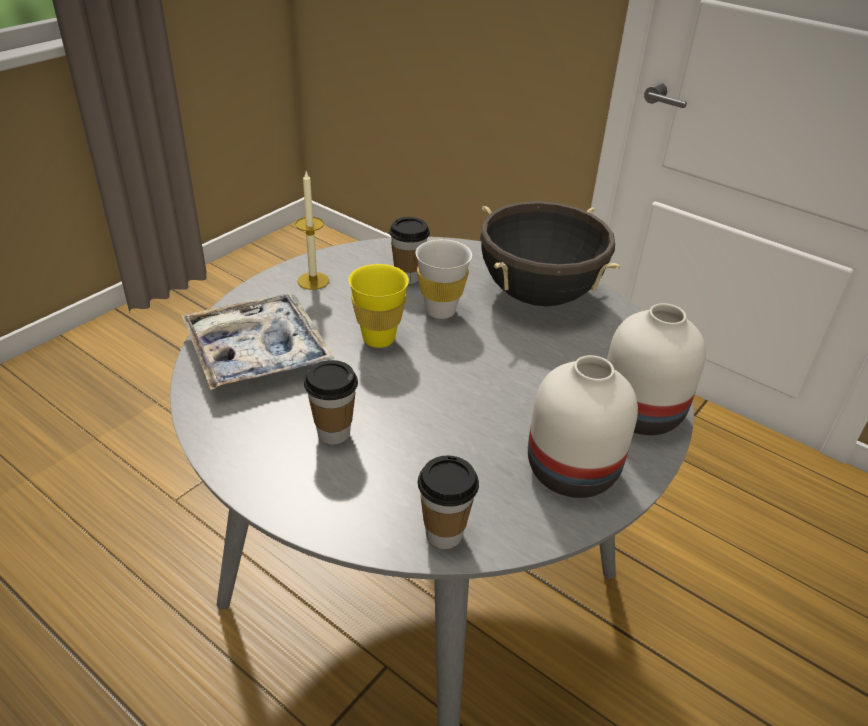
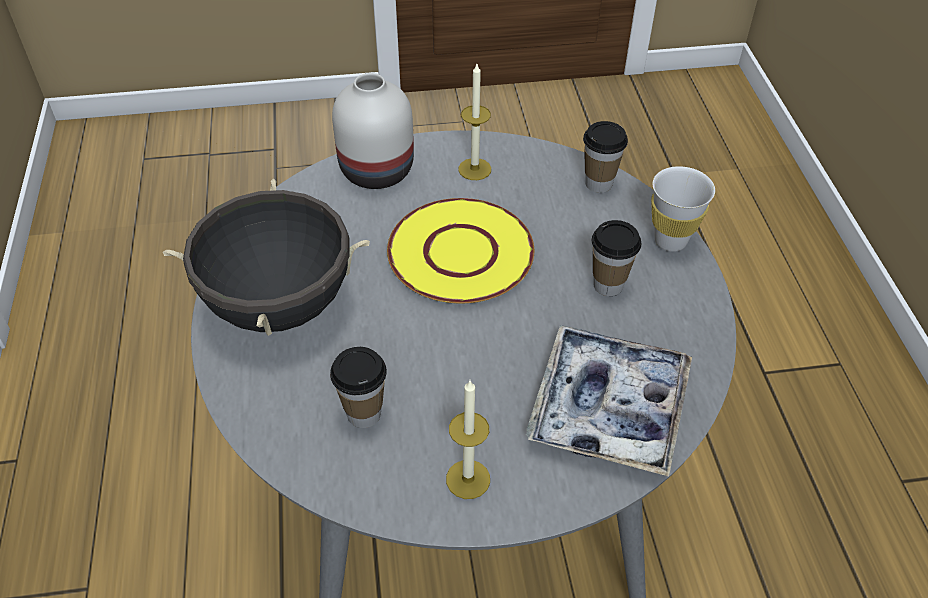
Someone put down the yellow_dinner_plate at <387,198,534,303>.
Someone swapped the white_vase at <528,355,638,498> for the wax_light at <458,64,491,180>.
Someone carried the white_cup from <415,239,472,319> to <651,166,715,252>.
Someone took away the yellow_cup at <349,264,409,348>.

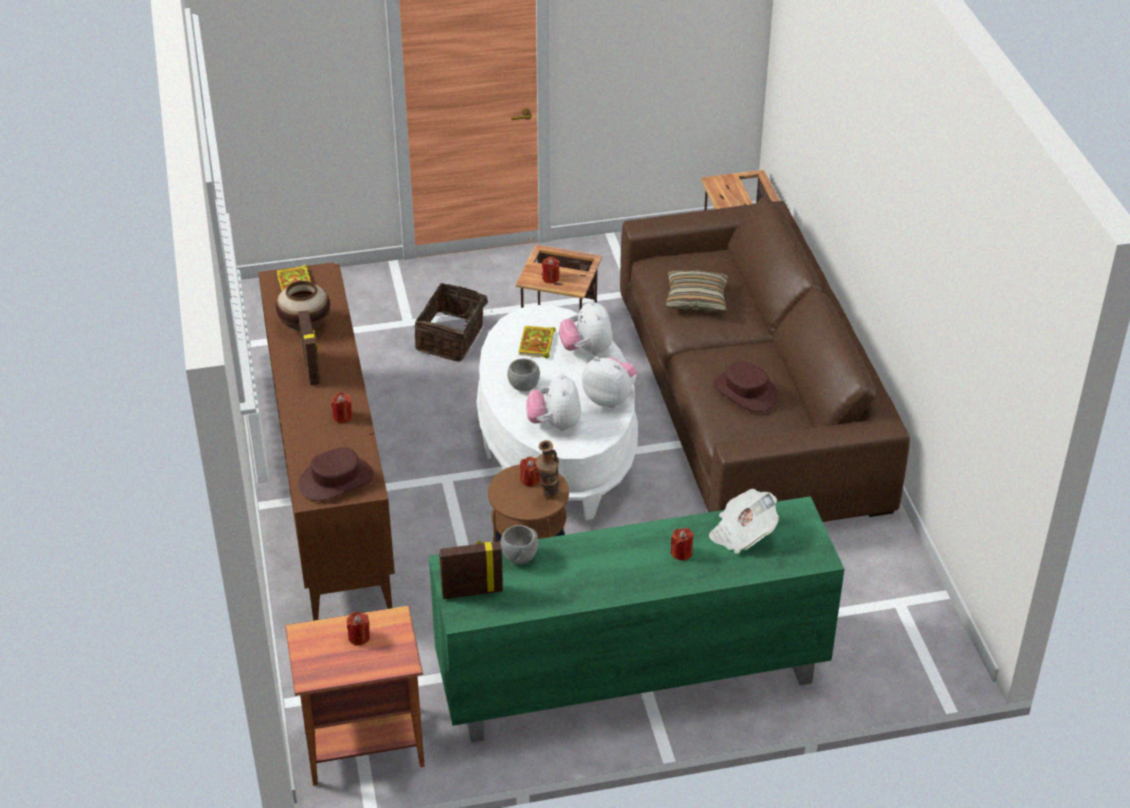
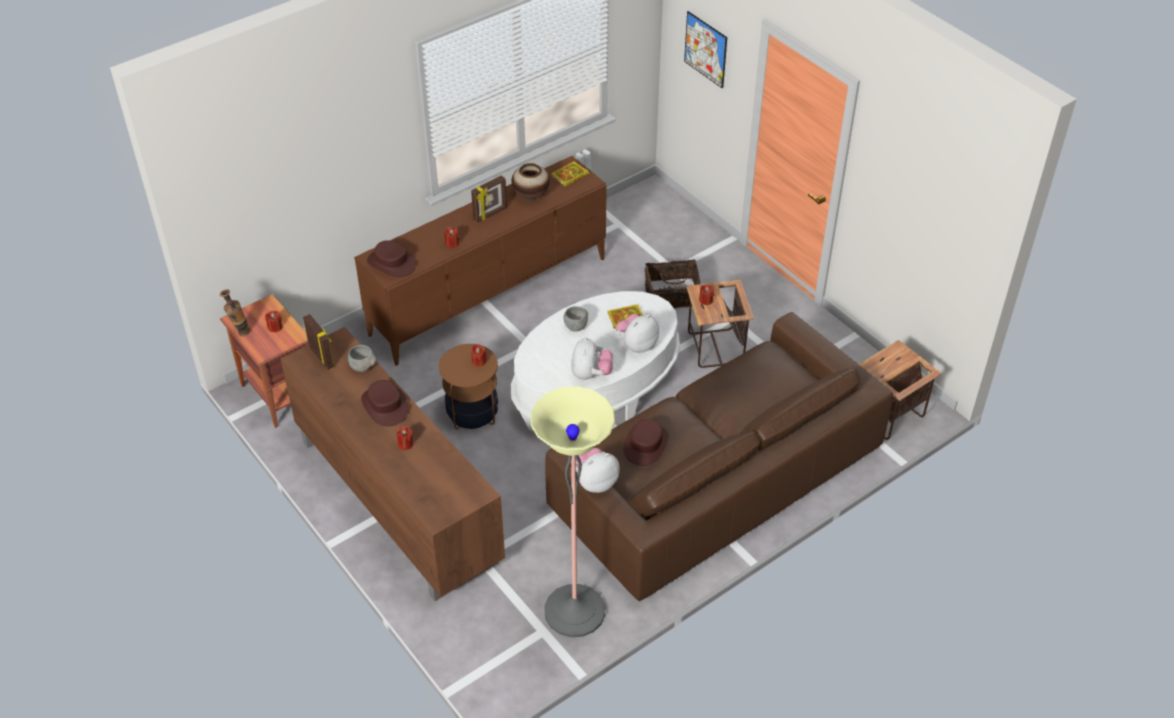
Someone carried the vase from <536,440,559,500> to <220,289,250,336>.
Someone repainted the greenish_media_console at <429,496,844,743>, which became the brown-coloured_media_console at <281,327,505,601>.
Someone put down the brown-coloured_hat at <361,380,409,426>.
Someone put down the standard_lamp at <530,386,615,637>.
Someone carried the plush_toy from <526,373,581,431> to <576,448,620,493>.
Someone put up the wall_art at <684,11,727,88>.
Someone took away the throw_pillow at <666,270,728,311>.
Someone took away the newspaper at <709,489,779,554>.

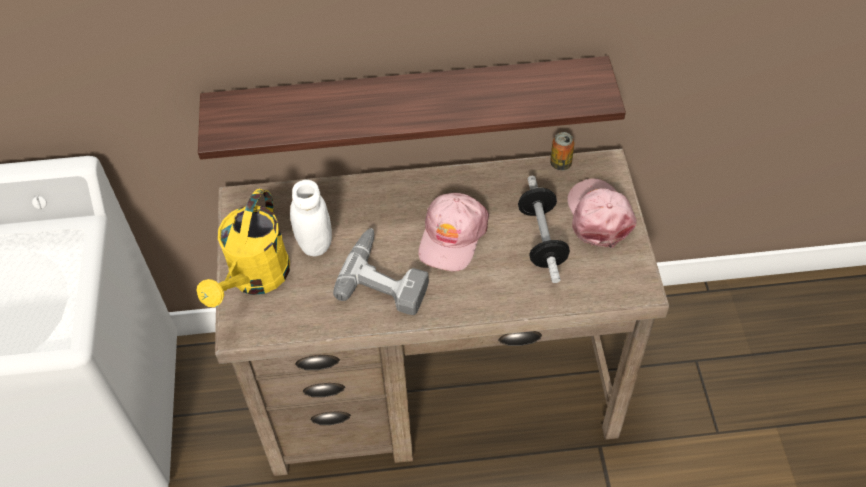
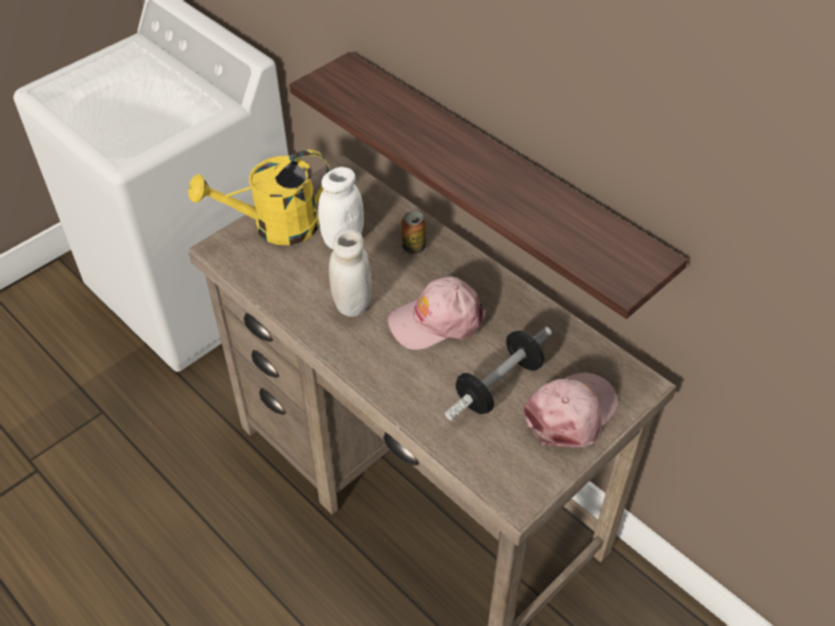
Someone swapped the electric_drill at <333,228,429,315> for the white_preserve_jar at <329,229,372,317>.
Someone carried the can from <550,132,575,170> to <402,211,426,254>.

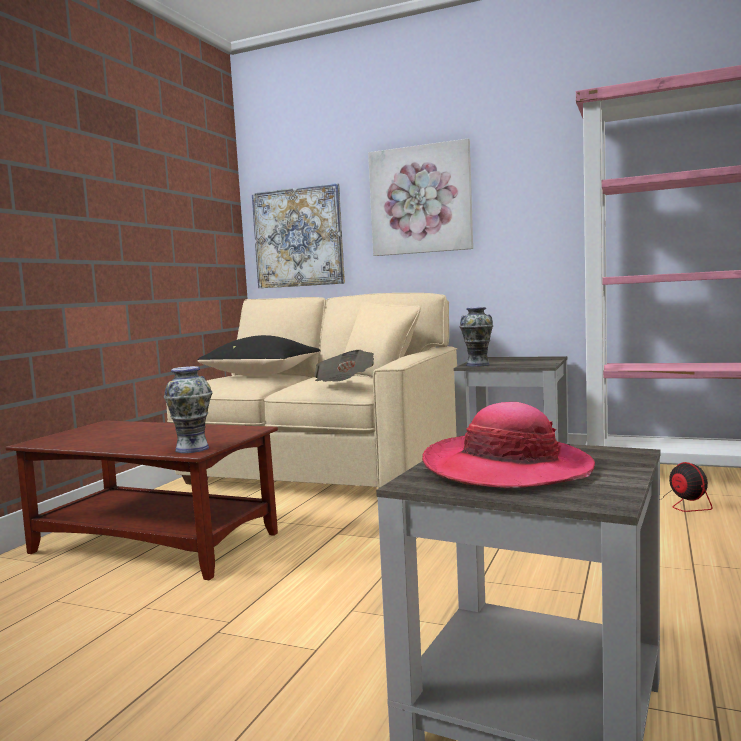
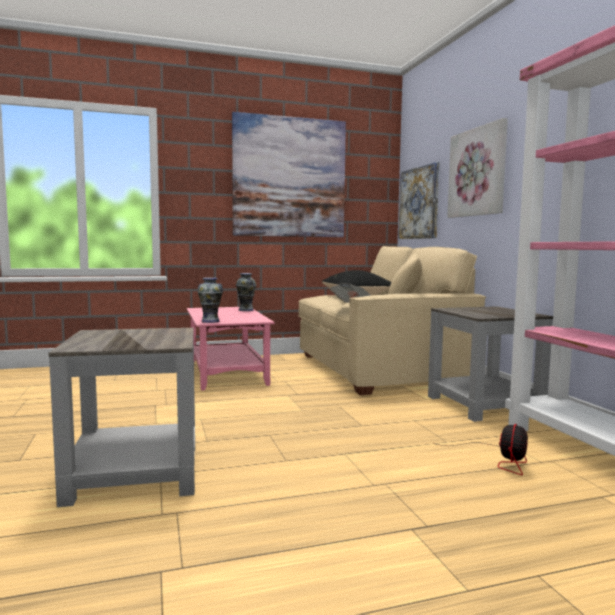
Someone repainted the brown-coloured_lounge_table at <6,420,278,580>, which became the pink-coloured_lounge_table at <187,307,275,391>.
Someone put up the wall_art at <232,112,346,237>.
Someone carried the vase from <460,307,493,367> to <236,273,256,311>.
Someone took away the hat at <422,402,595,488>.

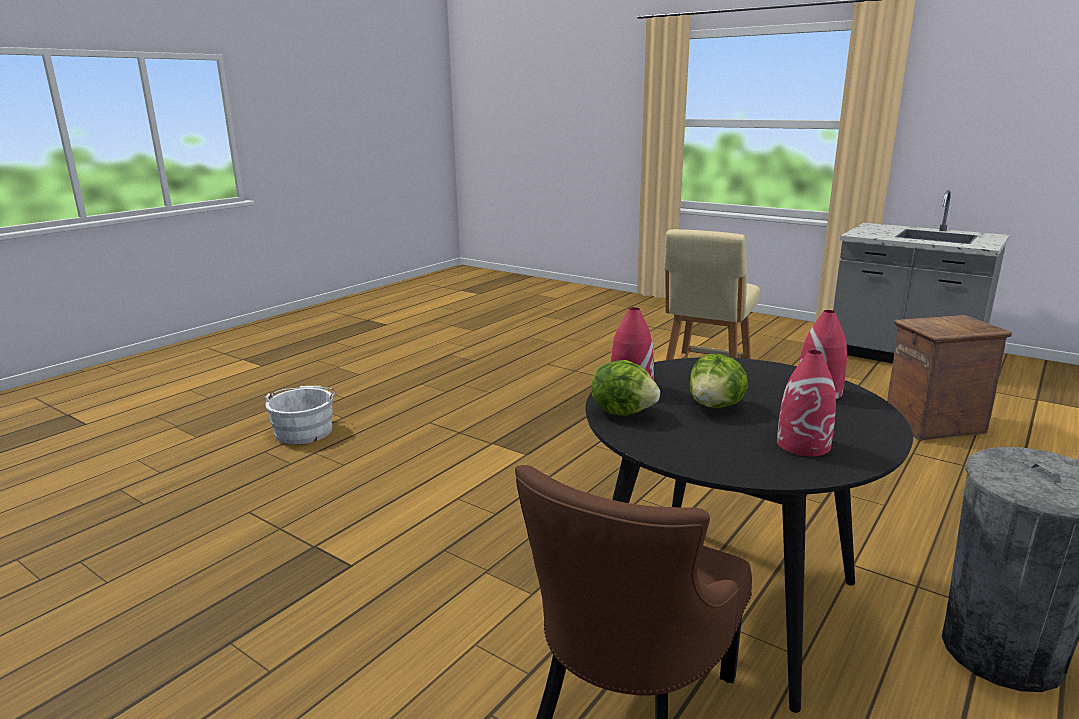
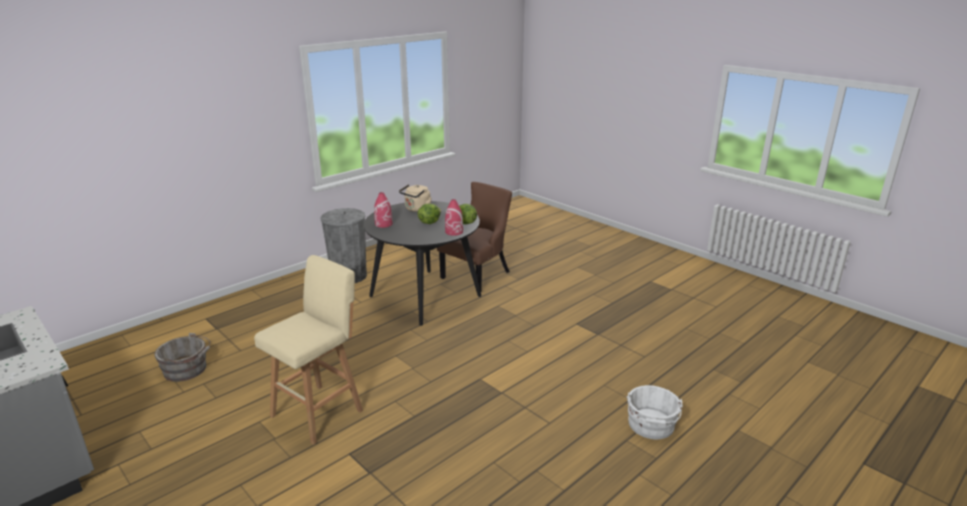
Someone swapped the crate at <887,315,1012,440> for the gray_pail at <155,333,211,382>.
Someone swapped the red_vase at <777,350,836,456> for the beige-coloured_kettle at <399,184,432,212>.

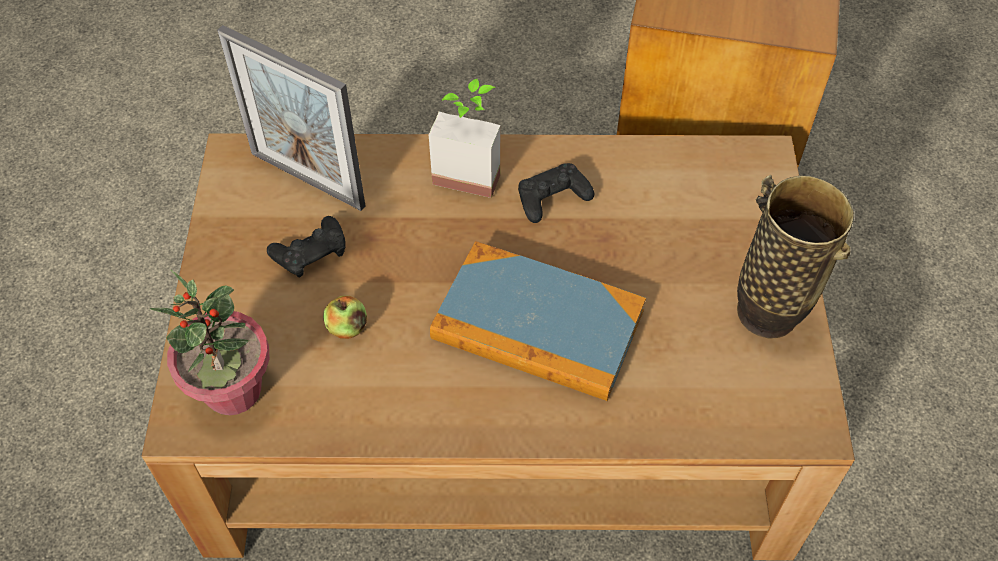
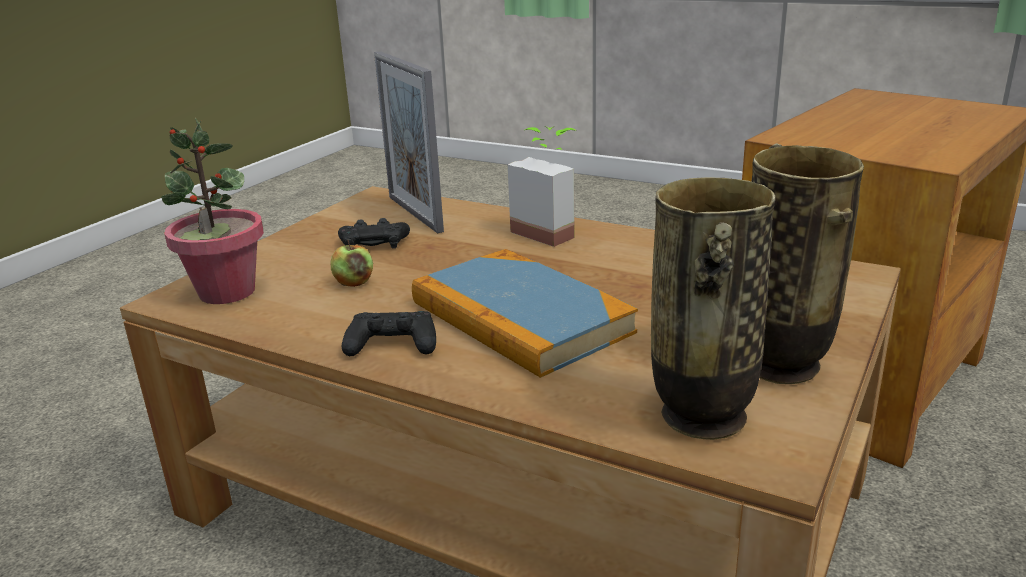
Someone carried the black-coloured_joypad from <518,163,594,223> to <342,311,436,356>.
Someone put down the vase at <651,177,776,440>.

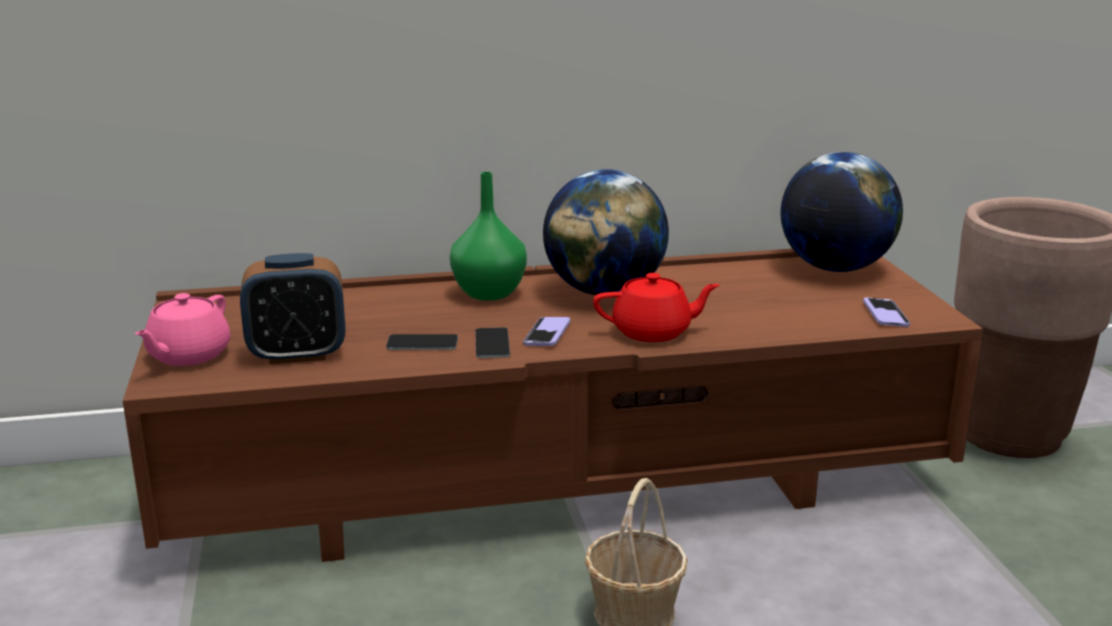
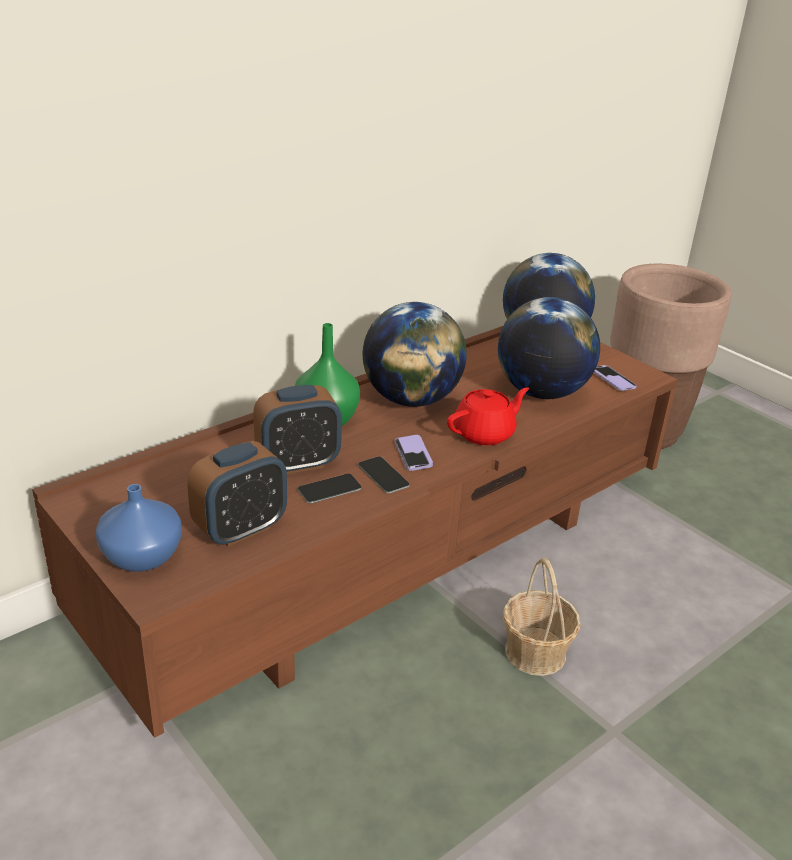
Someone swapped the pink-coloured_pot_for_tea at <135,293,231,366> for the bluish_vase at <96,484,182,572>.
Someone put down the table_clock at <253,385,342,474>.
Someone put down the world_globe at <498,297,600,399>.

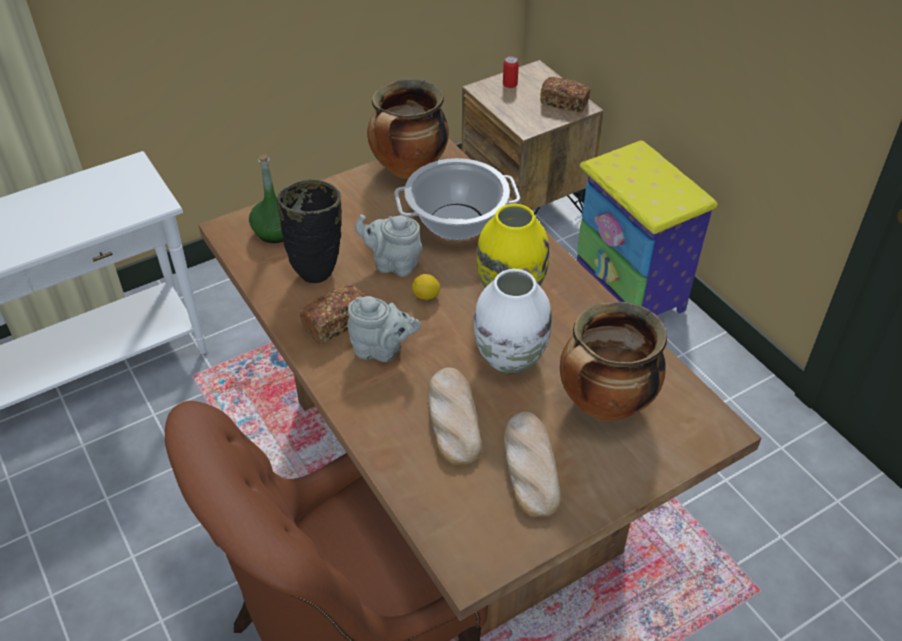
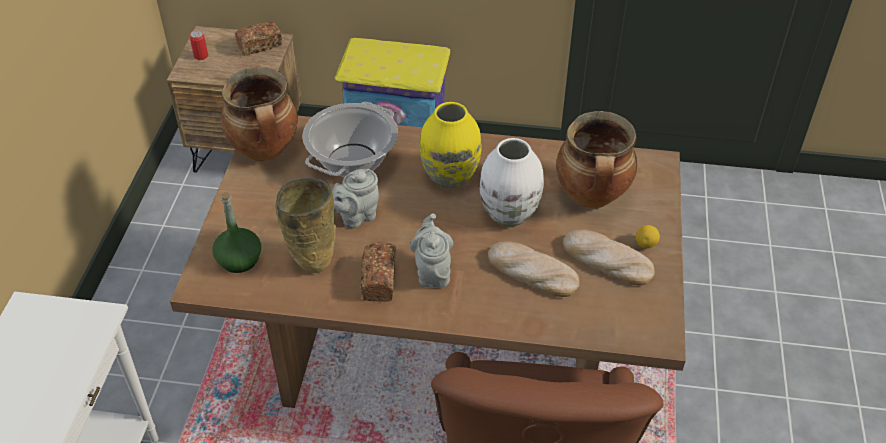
Someone repainted the black-coloured_vase at <277,179,342,283>, which became the beige-coloured_vase at <276,178,336,273>.
Someone rotated the gray_pot_for_tea at <347,296,421,362> by 60 degrees counterclockwise.
Someone carried the lemon from <412,274,440,300> to <636,225,660,248>.

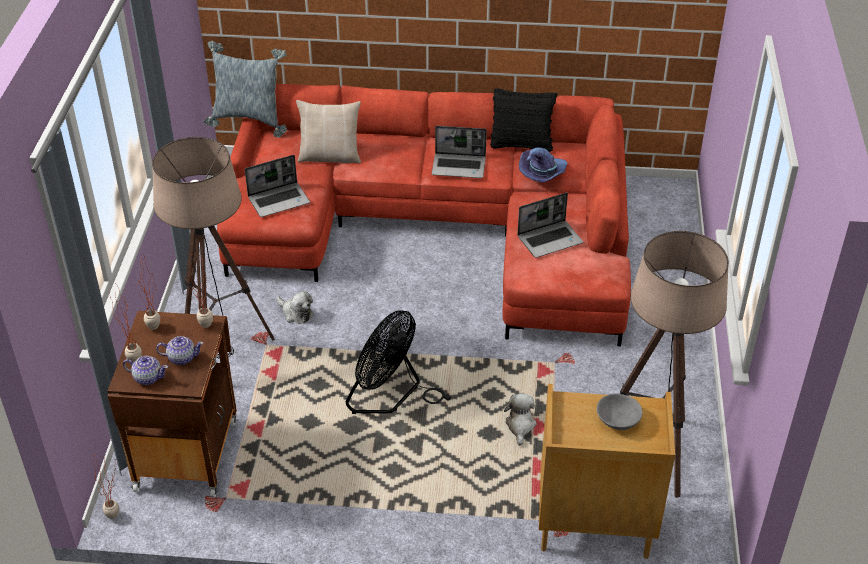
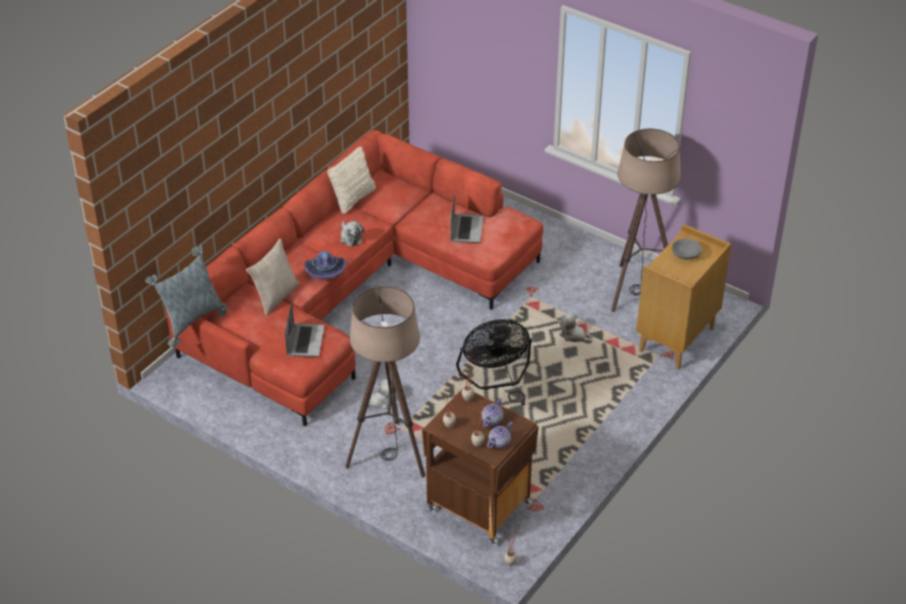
Someone carried the purple_hat from <519,148,568,182> to <304,251,346,279>.
Someone repainted the black-coloured_throw_pillow at <490,88,557,152>, which became the beige-coloured_throw_pillow at <327,146,376,214>.
Someone swapped the laptop at <432,126,487,178> for the plush_toy at <340,221,364,246>.
Someone rotated the black-coloured_cooling_fan at <346,310,452,414> by 105 degrees clockwise.

